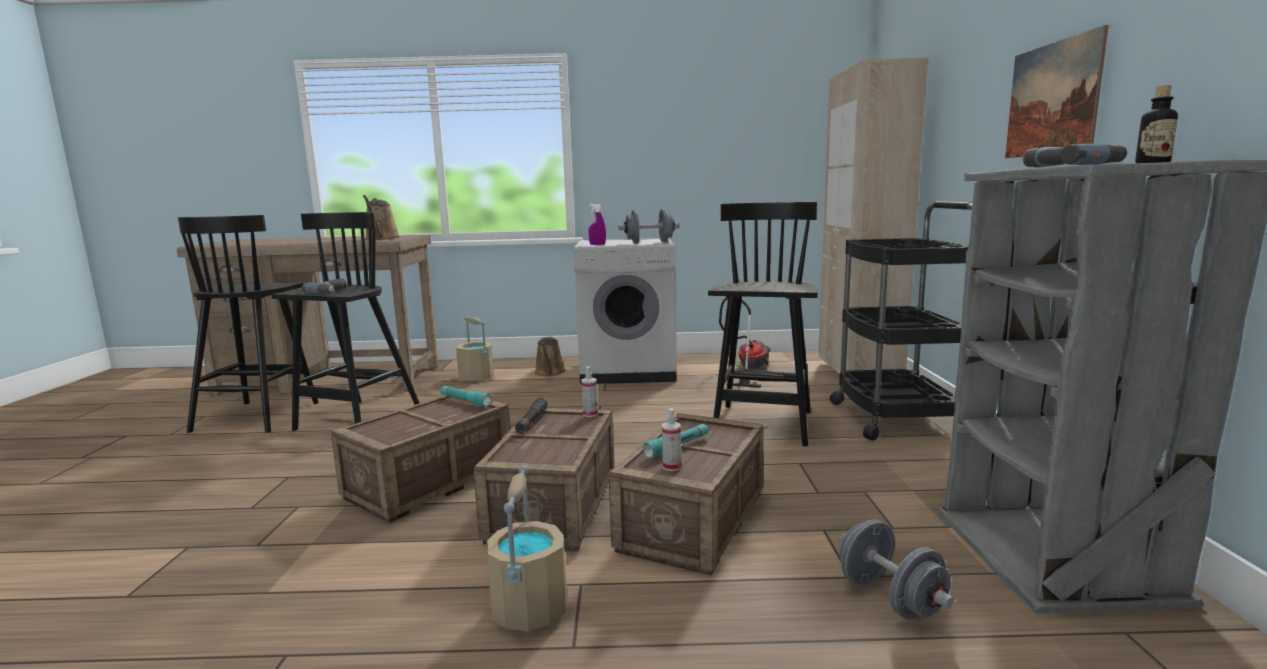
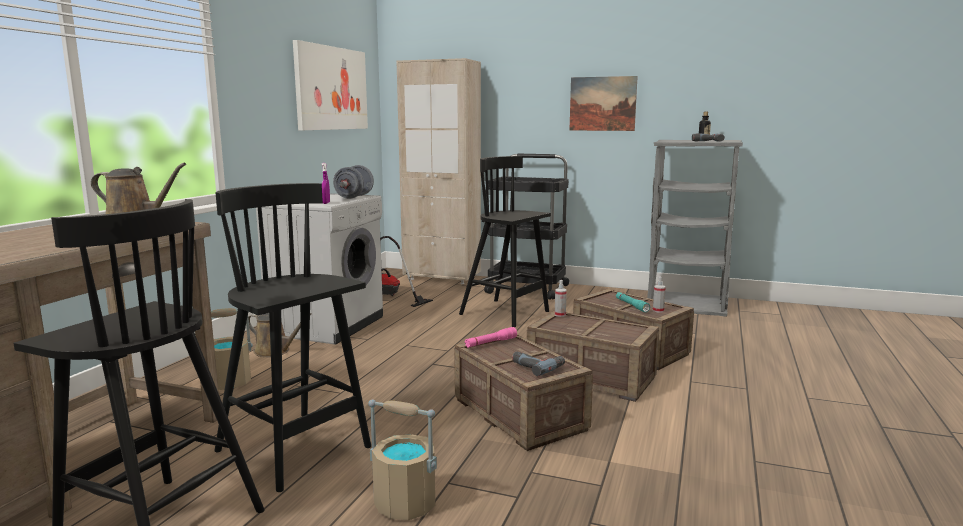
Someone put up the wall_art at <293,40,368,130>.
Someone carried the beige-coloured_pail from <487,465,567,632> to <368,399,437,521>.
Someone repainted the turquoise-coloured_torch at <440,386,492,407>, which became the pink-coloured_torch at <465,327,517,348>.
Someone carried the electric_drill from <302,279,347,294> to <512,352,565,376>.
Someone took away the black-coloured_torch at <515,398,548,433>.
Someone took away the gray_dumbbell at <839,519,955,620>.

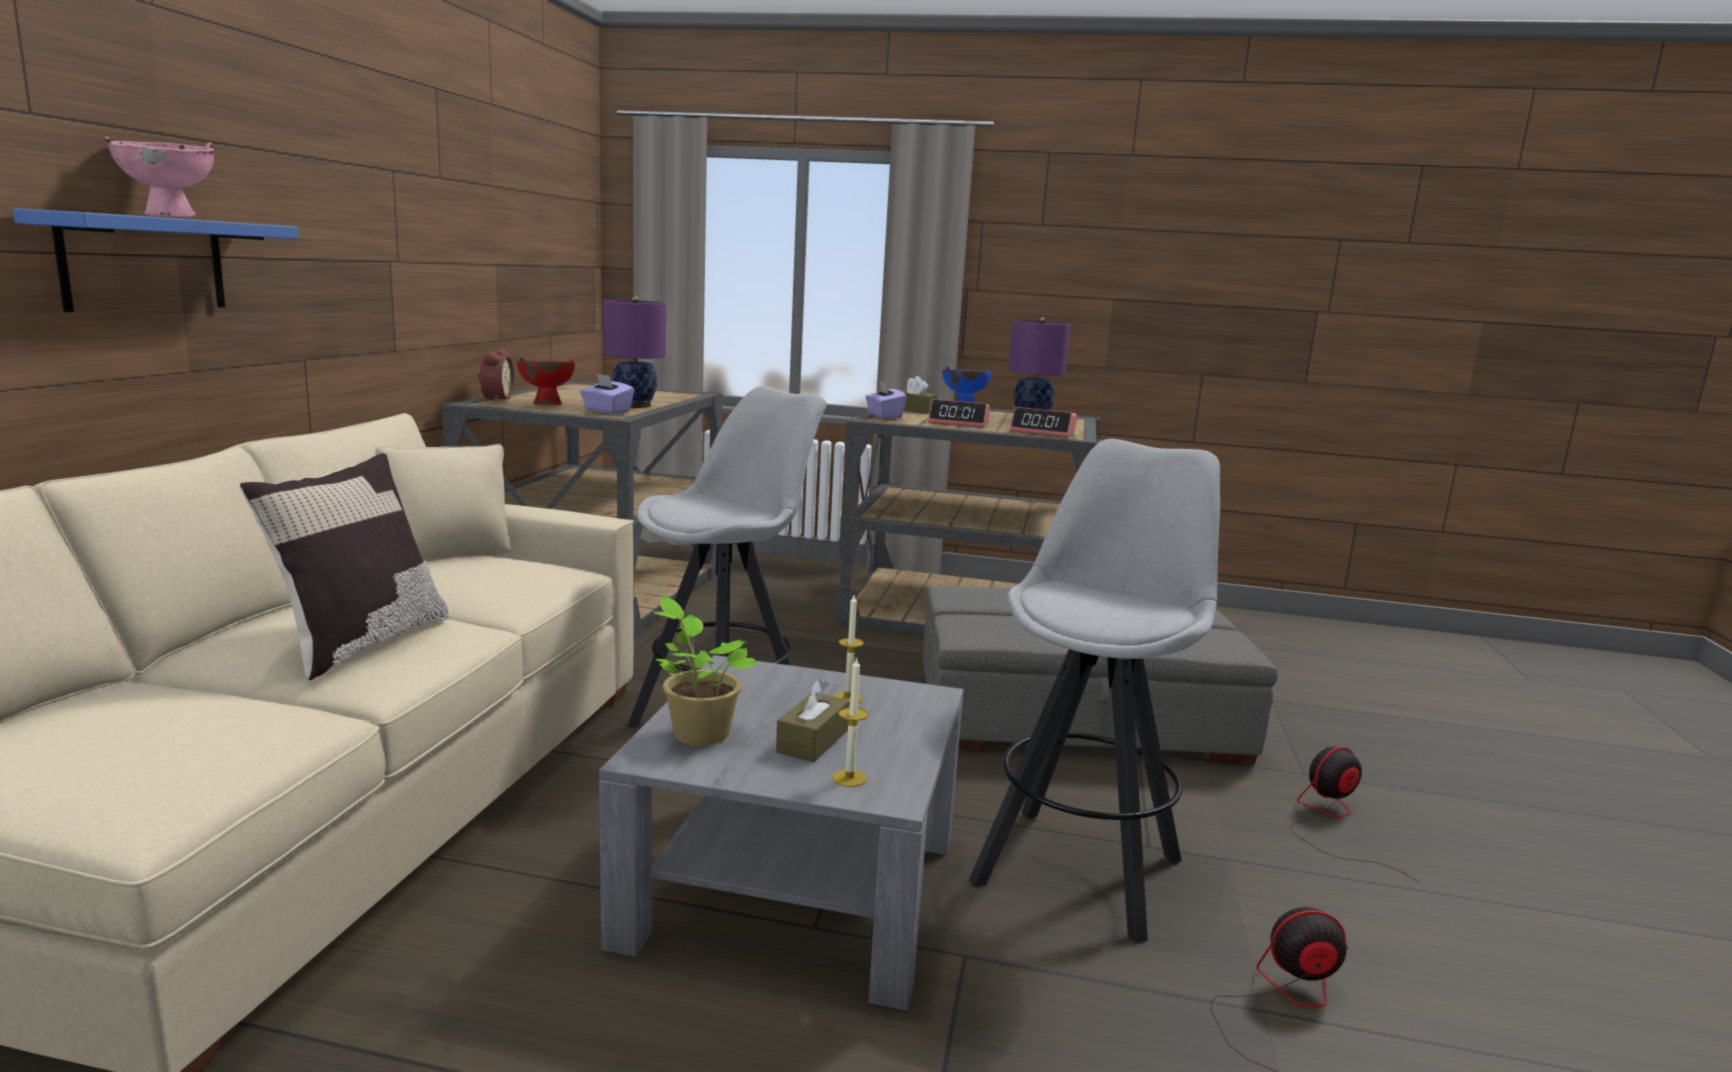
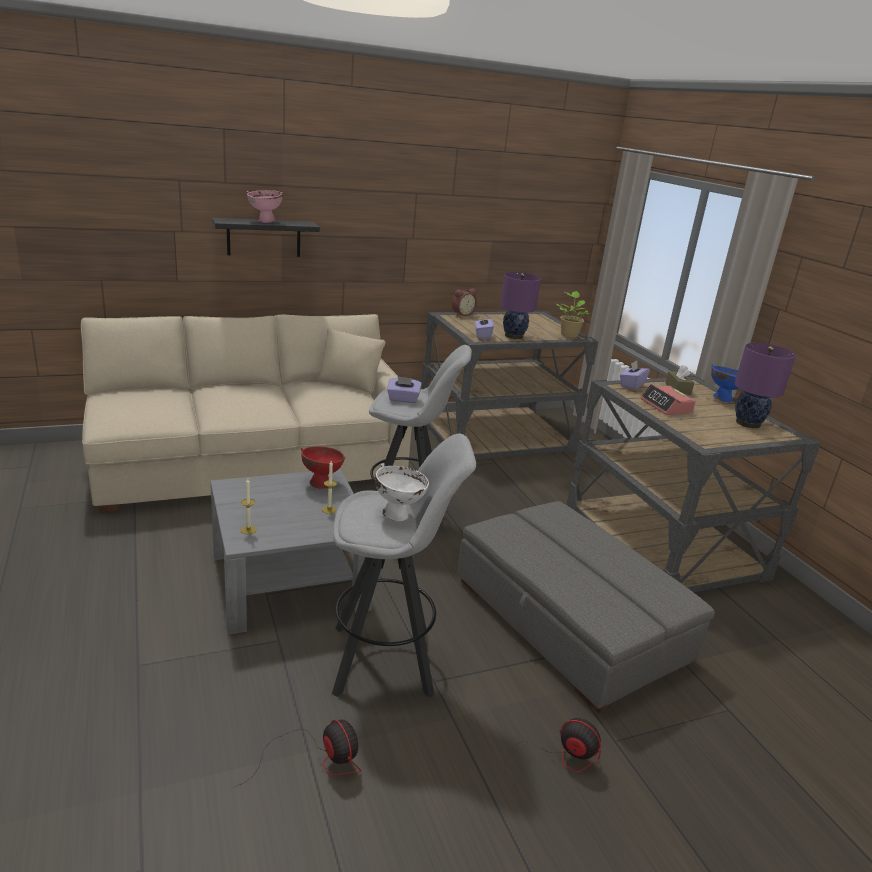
Someone repainted the bluish_bracket_shelf at <13,208,299,312>, which became the black-coloured_bracket_shelf at <212,218,320,257>.
Someone carried the red_deep_dish from <517,357,575,405> to <301,446,346,489>.
Someone put down the white_deep_dish at <375,463,429,521>.
Someone put down the purple_tissue_box at <387,376,422,403>.
Someone carried the plant_in_a_pot from <653,596,758,746> to <557,291,589,338>.
Someone took away the throw_pillow at <240,453,449,680>.
Someone took away the brown-coloured_tissue_box at <776,679,850,762>.
Someone took away the table_clock at <1010,407,1077,437>.

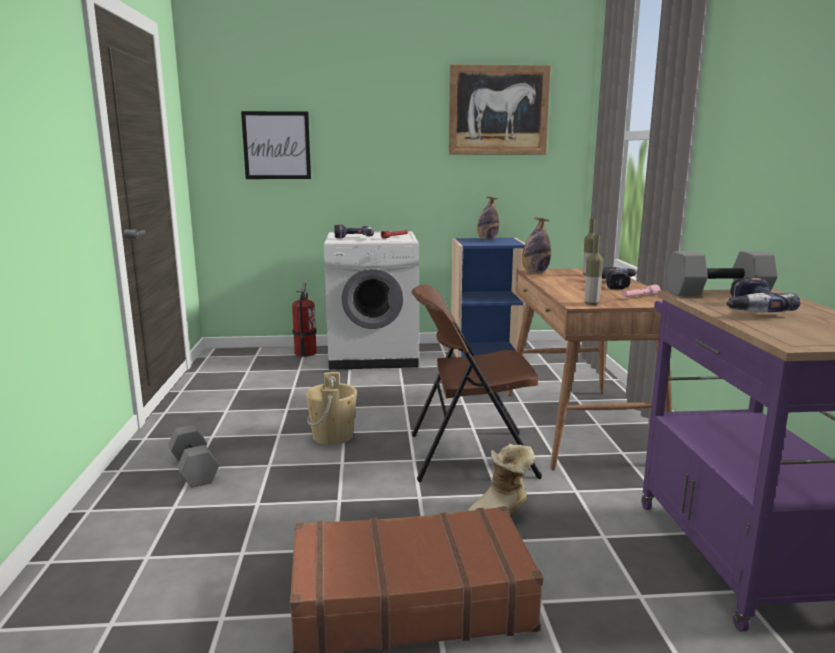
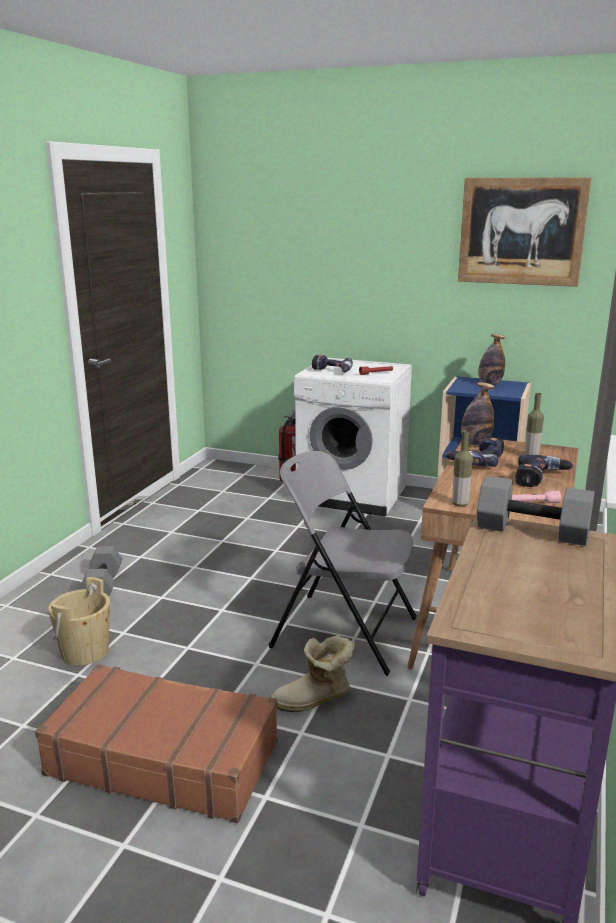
Someone carried the beige-coloured_pail from <305,372,357,445> to <48,577,110,665>.
Someone repainted the brown-coloured_plain_chair at <412,285,542,482>, which became the gray_plain_chair at <269,451,417,676>.
Someone carried the electric_drill from <727,277,800,312> to <446,437,504,467>.
Someone took away the wall_art at <241,111,311,179>.

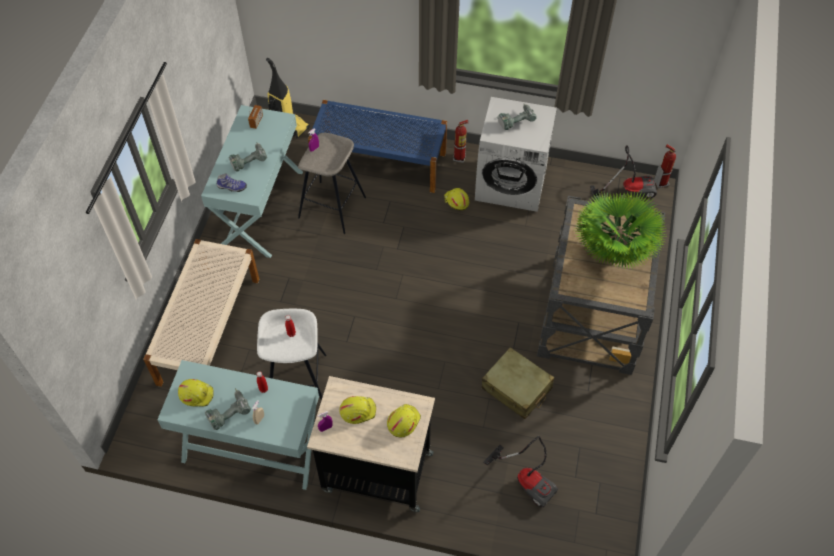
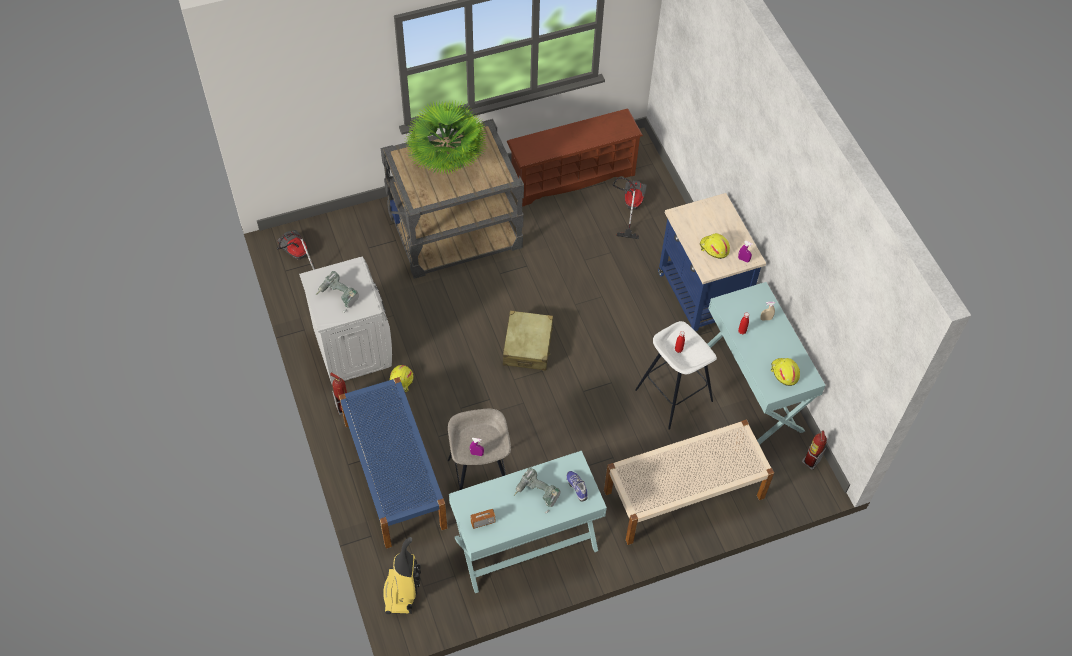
Someone carried the beige-coloured_travel_case from <482,347,554,419> to <503,311,553,371>.
Someone put down the brown-coloured_shoe_rack at <507,109,643,207>.
Someone repainted the black-coloured_trolley at <307,376,435,512>, which became the bluish_trolley at <658,193,766,333>.
Someone carried the fire_extinguisher from <654,144,676,188> to <802,431,827,470>.
Someone took away the electric_drill at <205,388,251,430>.
Someone took away the yellow_hard_hat at <387,404,421,437>.

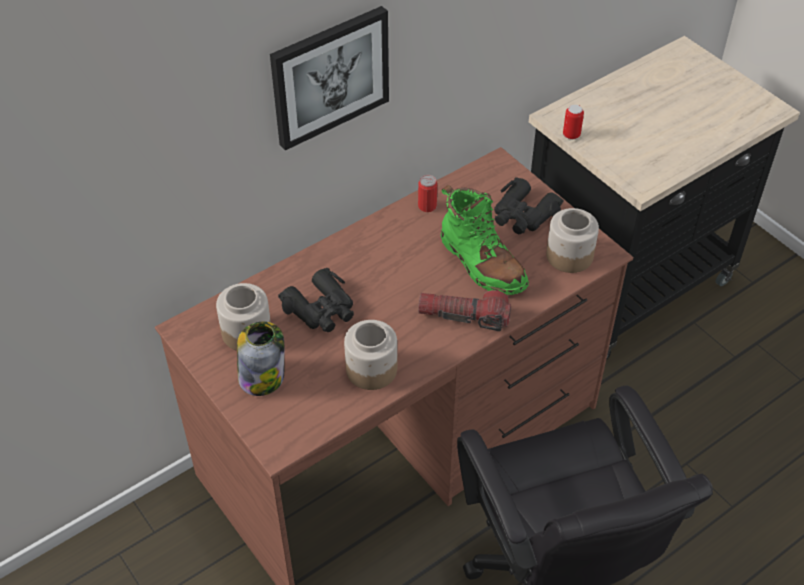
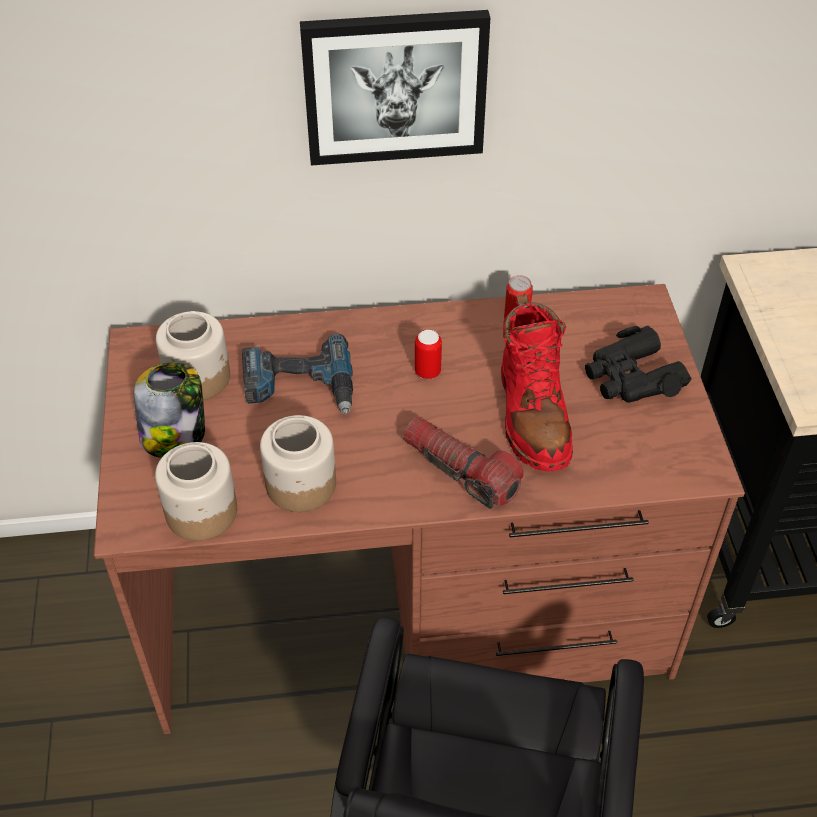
Someone carried the preserve_jar from <546,208,599,273> to <155,442,237,541>.
Someone swapped the black-coloured_binoculars at <278,267,354,332> for the electric_drill at <242,333,353,415>.
Someone carried the can from <563,105,584,139> to <415,330,442,379>.
Someone repainted the greenish_boot at <441,185,529,295>, which became the red_boot at <501,293,573,471>.

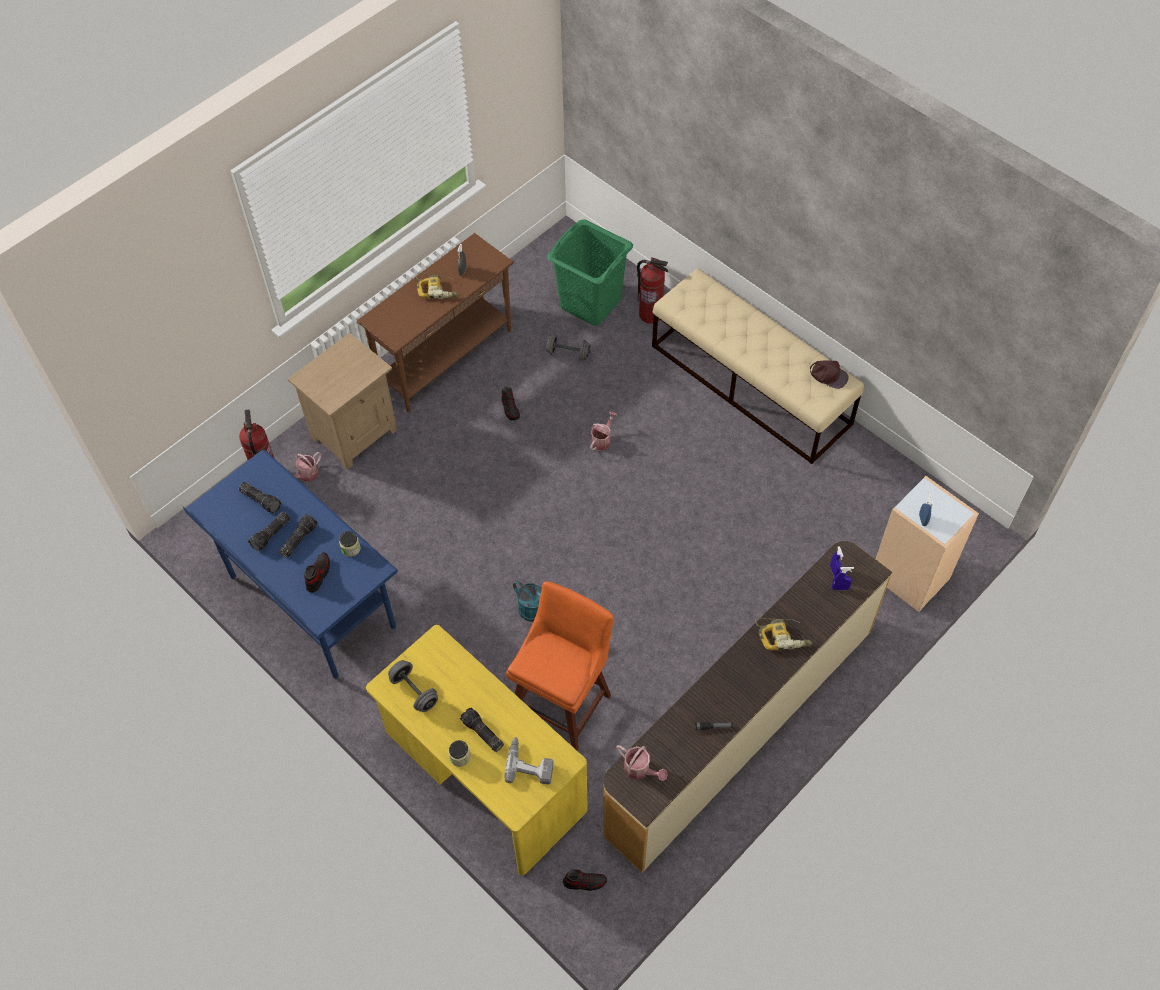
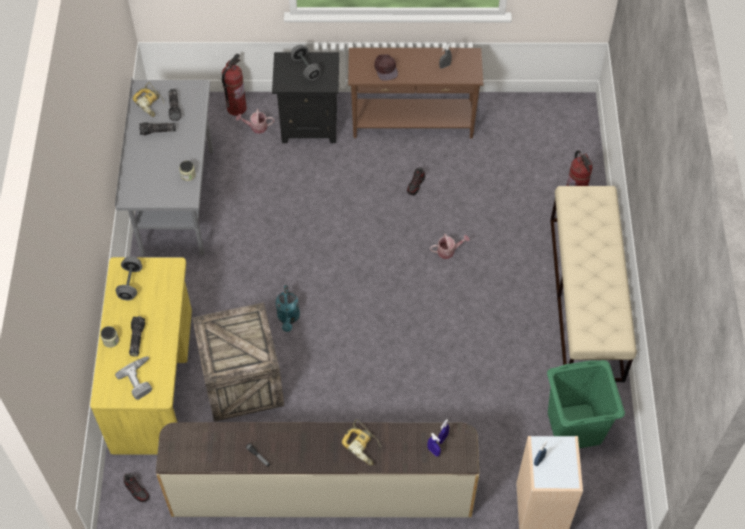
Someone repainted the bluish_desk_table at <183,449,398,680>, which became the gray_desk_table at <115,78,213,256>.
Someone carried the electric_drill from <416,273,459,299> to <133,82,164,117>.
Someone swapped the orange-coloured_plain_chair at <506,581,614,750> for the crate at <192,302,284,422>.
Someone repainted the beige-coloured_night_table at <288,333,397,470>, which became the black-coloured_night_table at <272,52,339,143>.
Someone carried the gray_dumbbell from <546,334,591,361> to <291,45,321,80>.
Someone carried the brown-coloured_cap from <810,360,849,389> to <374,54,398,81>.
Someone carried the greenish_laundry_basket from <547,219,633,326> to <547,360,625,448>.
Someone took away the torch at <279,514,317,558>.
Someone took away the shoe at <304,552,330,593>.
Someone took away the watering_pot at <616,745,667,781>.

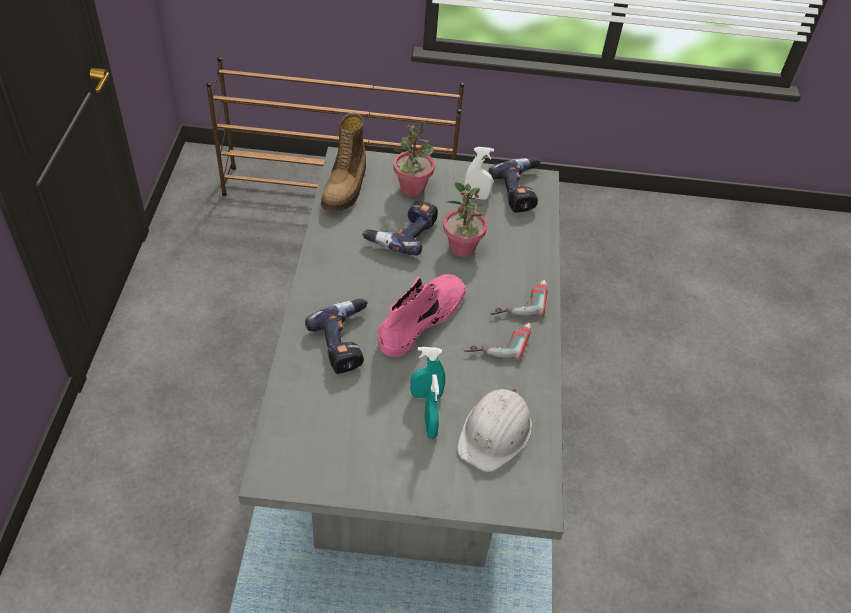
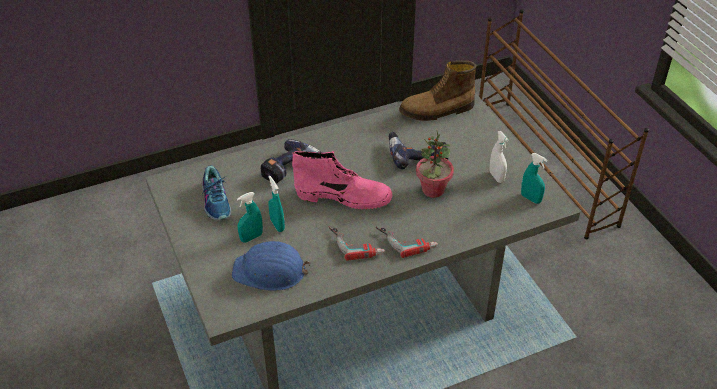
Someone put down the shoe at <202,165,231,220>.
Someone repainted the white_hard_hat at <457,389,532,472>, which became the bluish_hard_hat at <232,241,310,291>.
Someone swapped the electric_drill at <489,158,541,213> for the turquoise-coloured_spray_bottle at <521,153,548,204>.
Someone took away the plant_in_a_pot at <393,120,435,197>.

